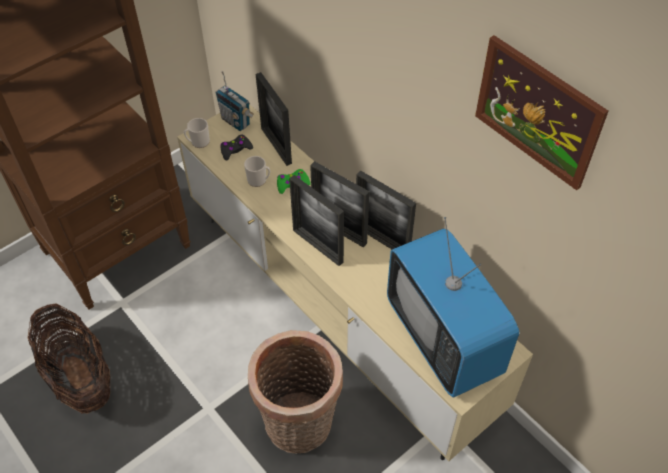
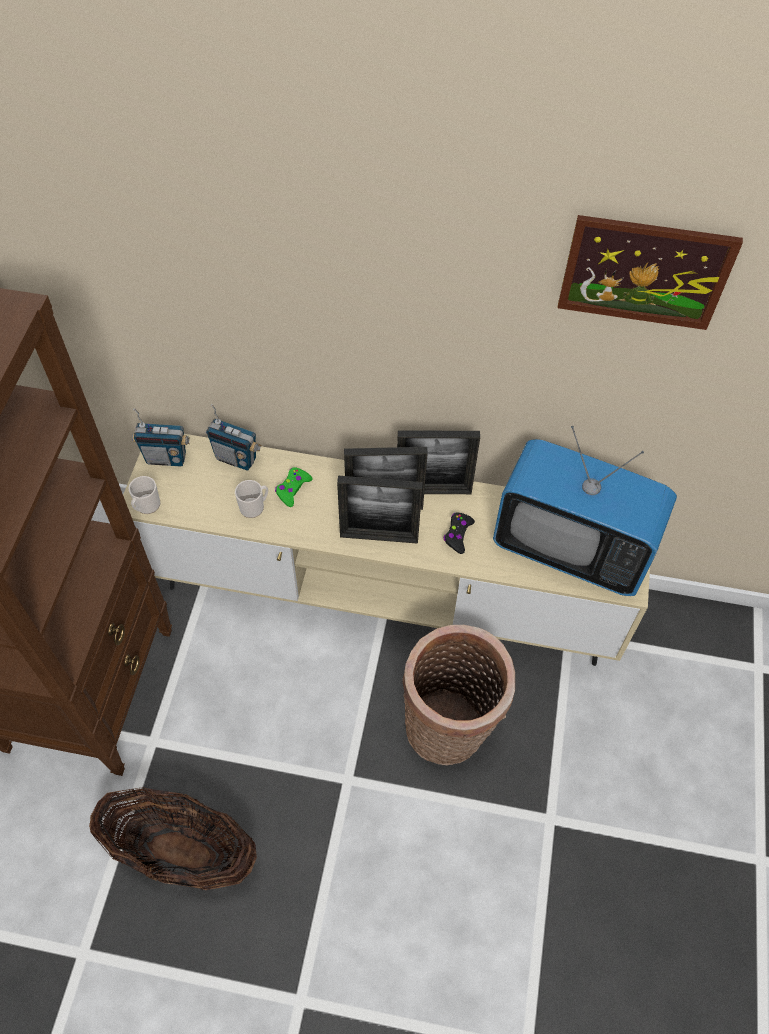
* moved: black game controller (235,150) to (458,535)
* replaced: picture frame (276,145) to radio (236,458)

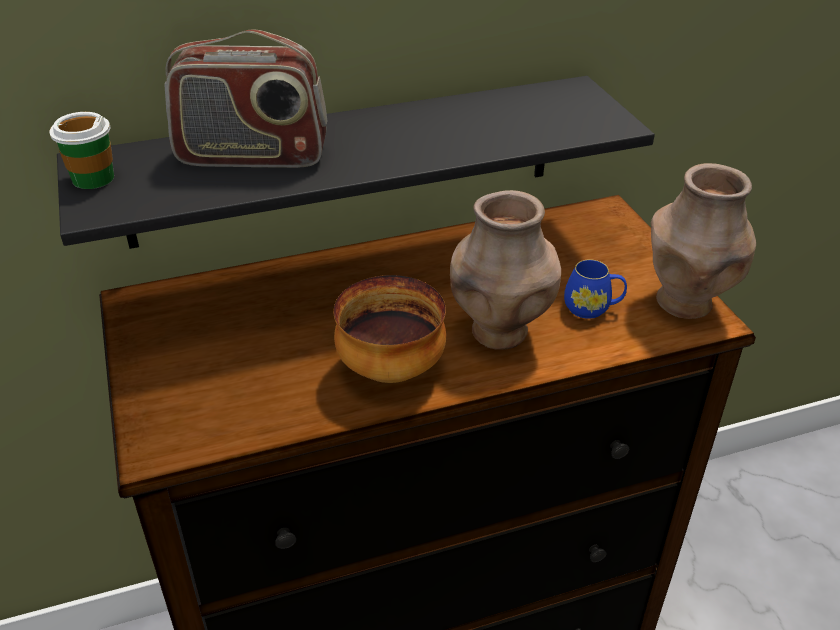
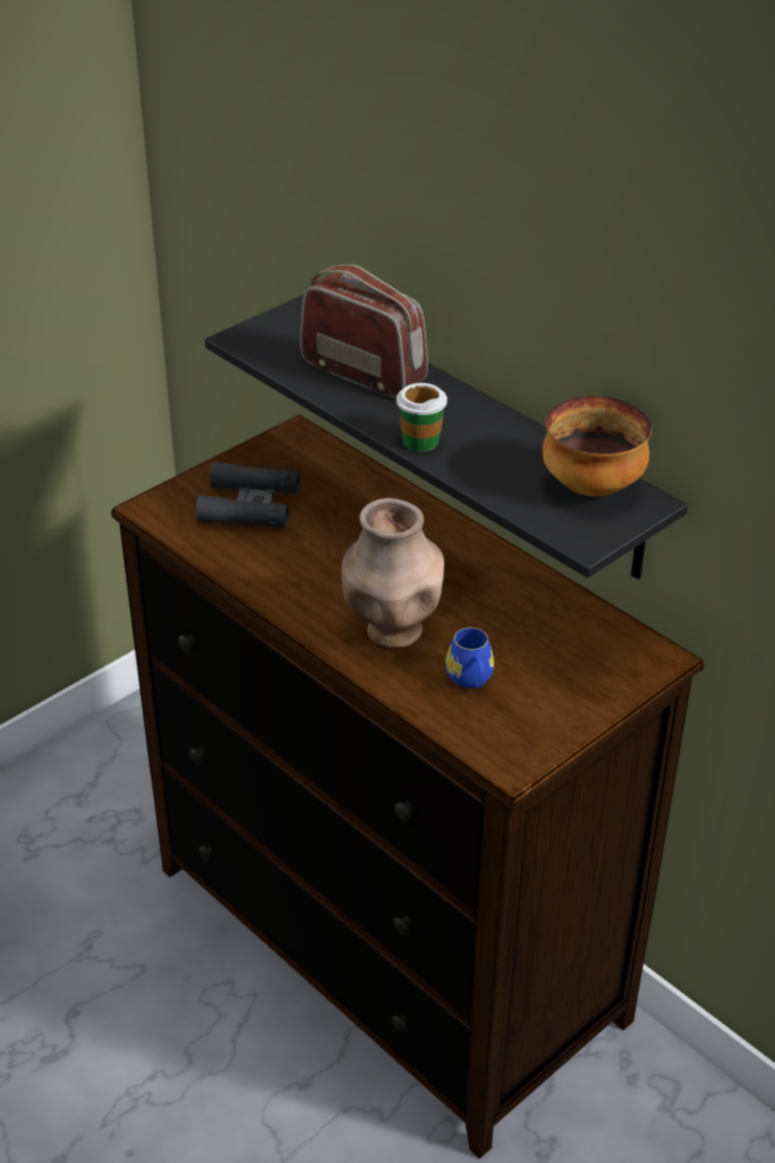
* moved: cup (93,178) to (420,440)
* turned: radio (252,156) = (364,373) 150 degrees clockwise
* moved: bowl (391,368) to (593,487)
* removed: brown vase (685,303)
* added: black binoculars (249,505)

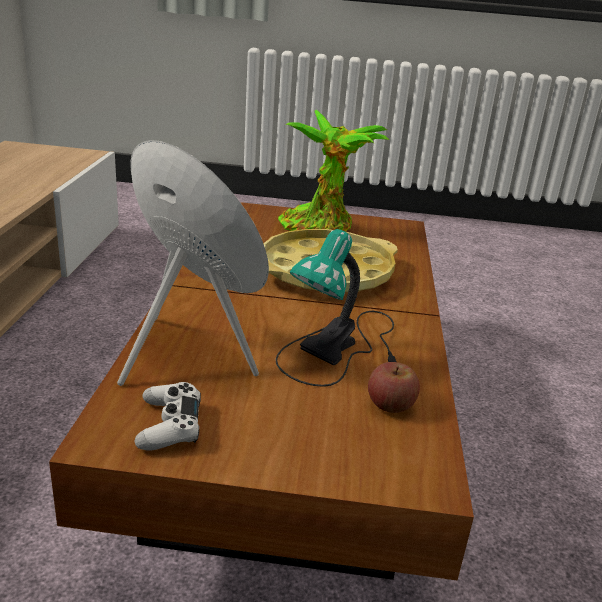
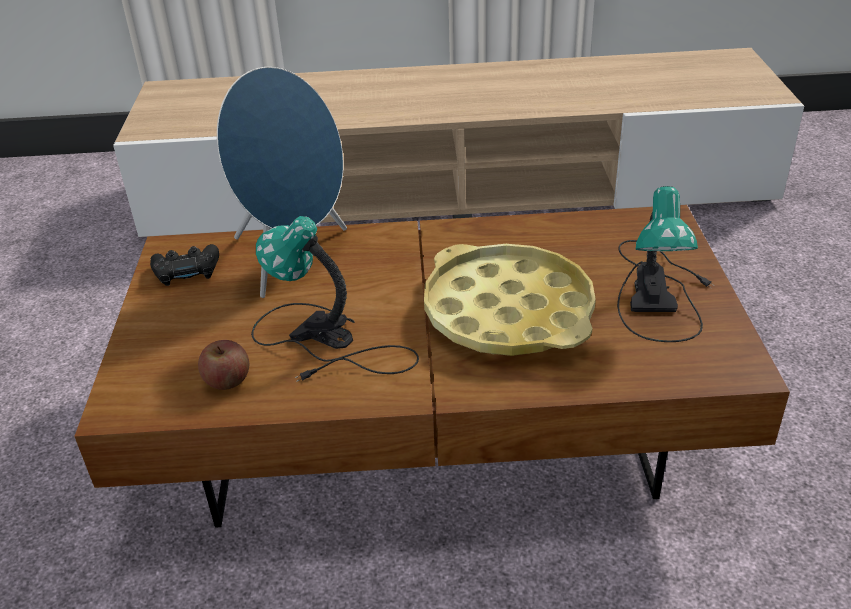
* recoloured: white game controller (169,425) to black game controller (187,270)
* replaced: potted plant (321,228) to table lamp (656,292)

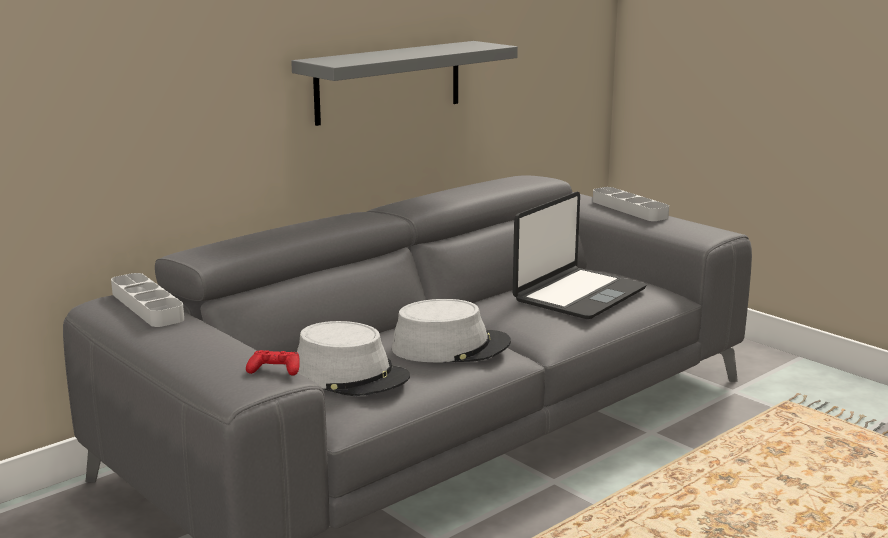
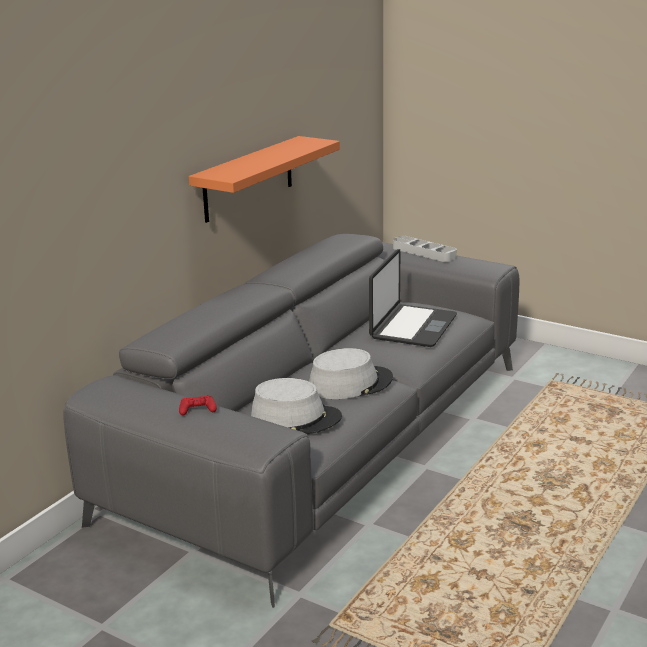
* removed: grey tray (147,306)
* moved: red game controller (275,369) to (197,409)
* recoloured: grey shelf (389,82) to orange shelf (248,179)

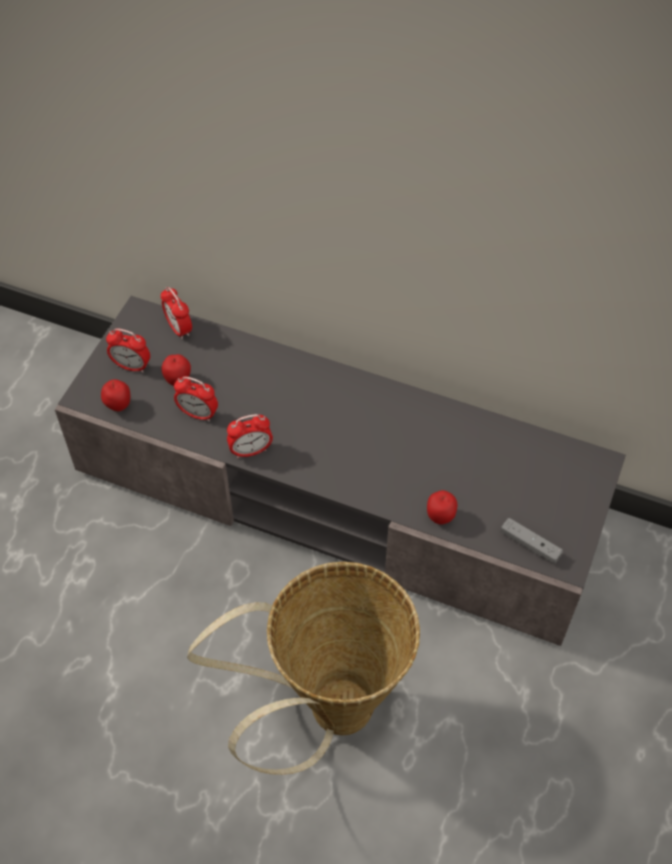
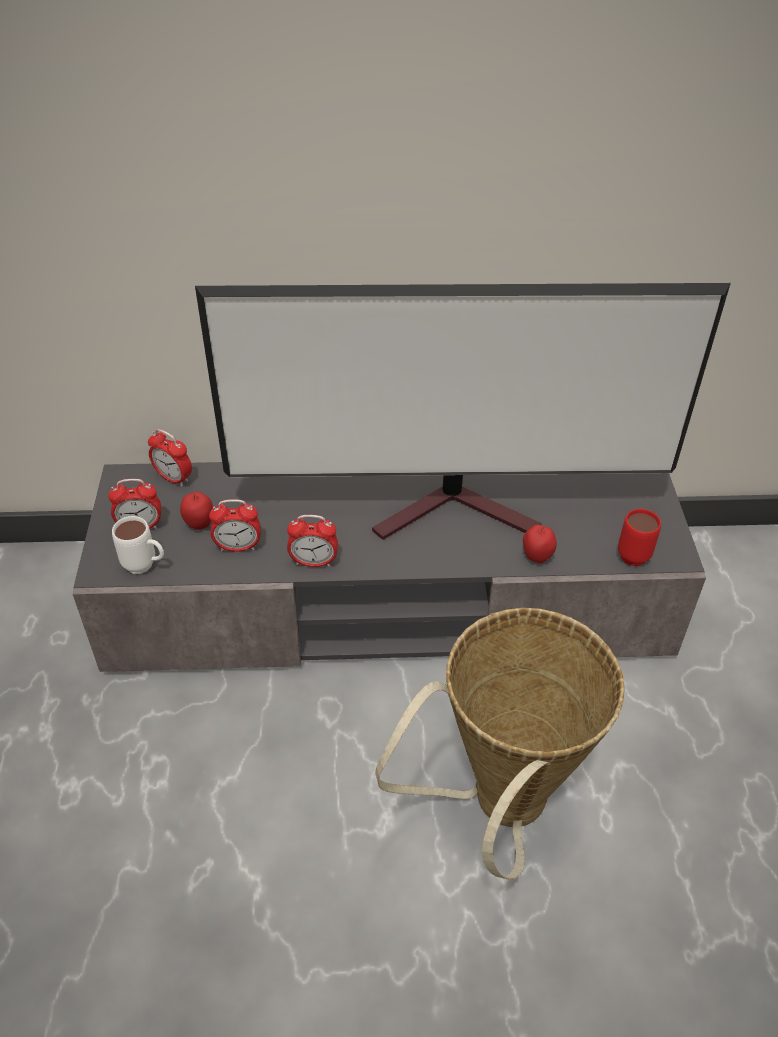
* replaced: apple (118,406) to white mug (146,567)
* turned: alarm clock (251,451) = (314,562) 45 degrees clockwise
* replaced: grey game controller (530,544) to red mug (633,552)
* added: television (459,510)

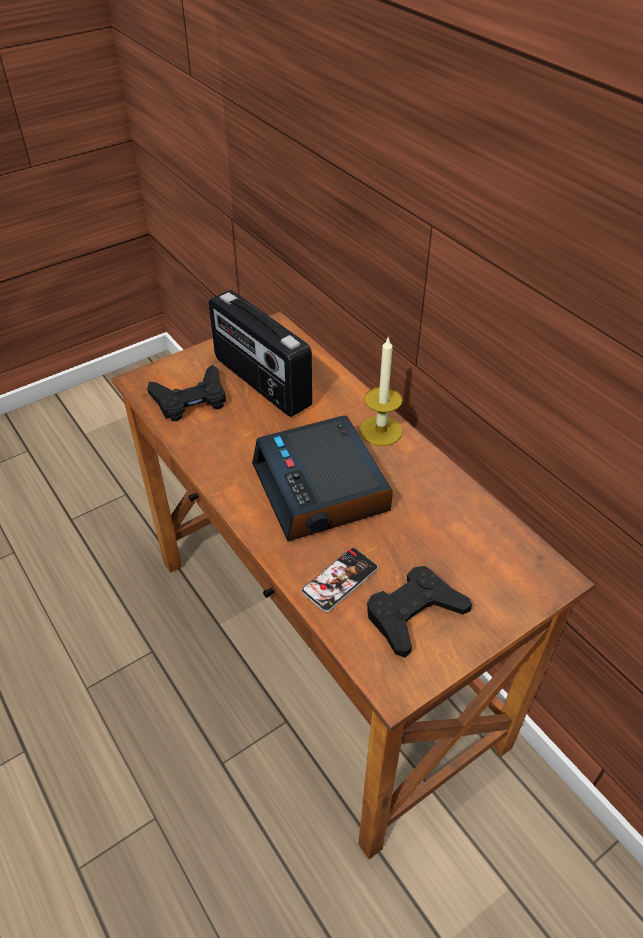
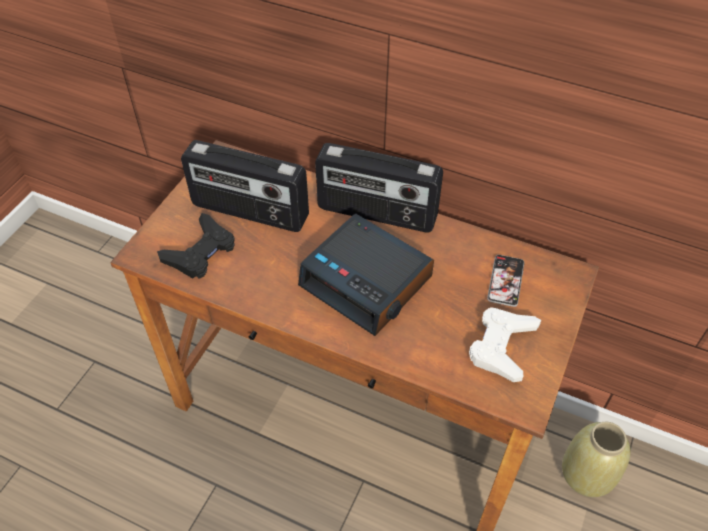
* moved: phone (340,580) to (505,281)
* replaced: candle (380,431) to radio (376,214)
* recoloured: black game controller (414,614) to white game controller (502,346)
* added: beige vase (587,475)

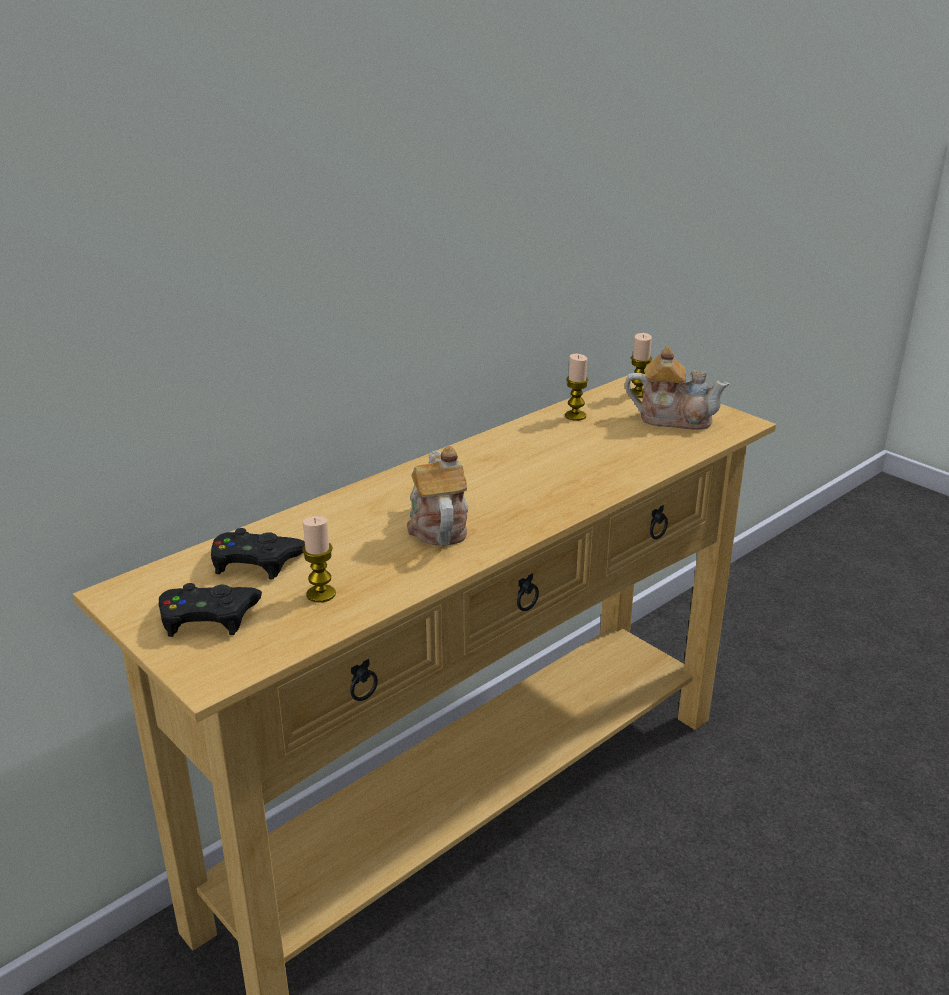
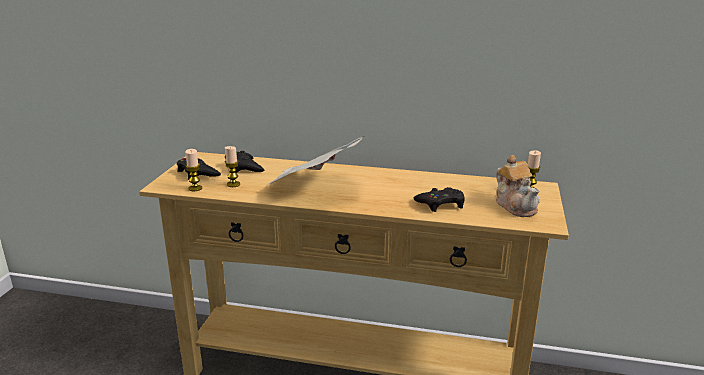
* replaced: teapot (437,526) to newspaper (313,187)
* moved: candle (575,416) to (195,188)
* added: black game controller (441,204)

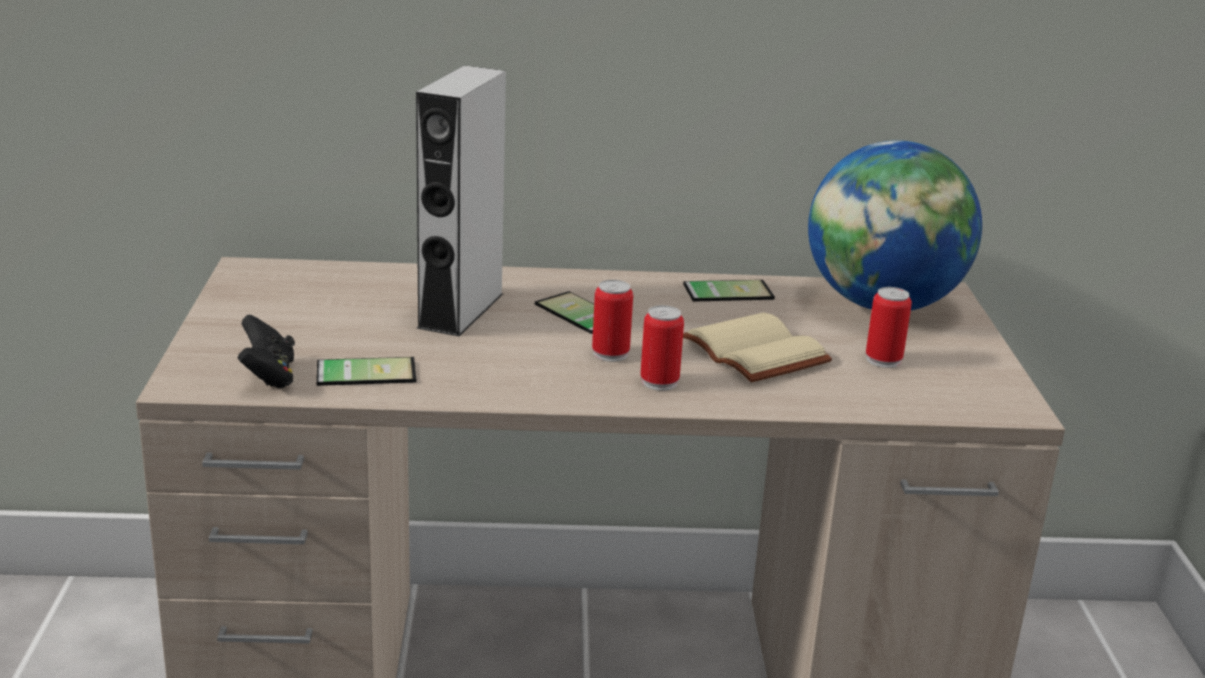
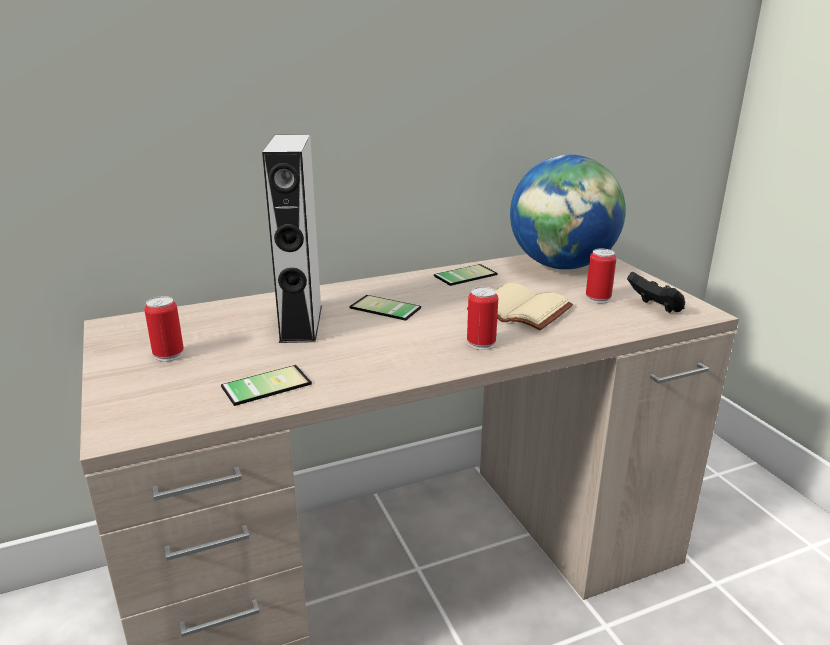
* moved: black game controller (268,376) to (655,308)
* moved: can (610,353) to (168,355)

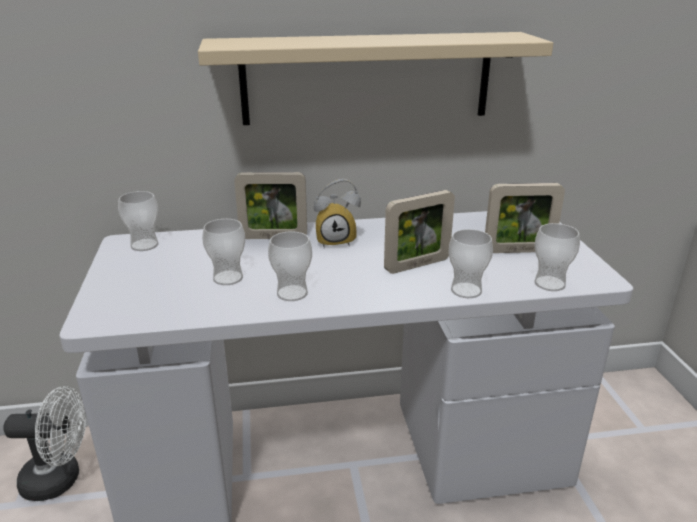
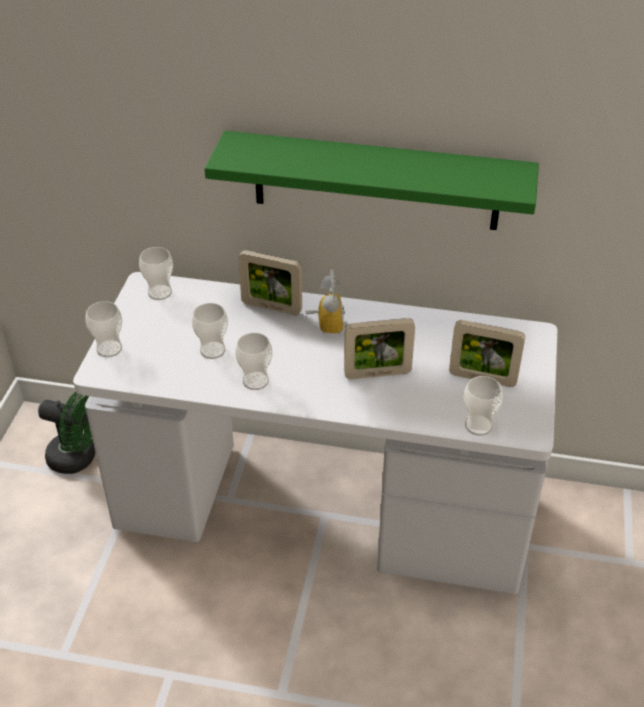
* recoloured: white fan (60,479) to green fan (79,458)
* recoloured: beige shelf (367,78) to green shelf (376,181)
* turned: alarm clock (336,241) = (324,325) 105 degrees counterclockwise
* moved: cup (466,290) to (109,349)

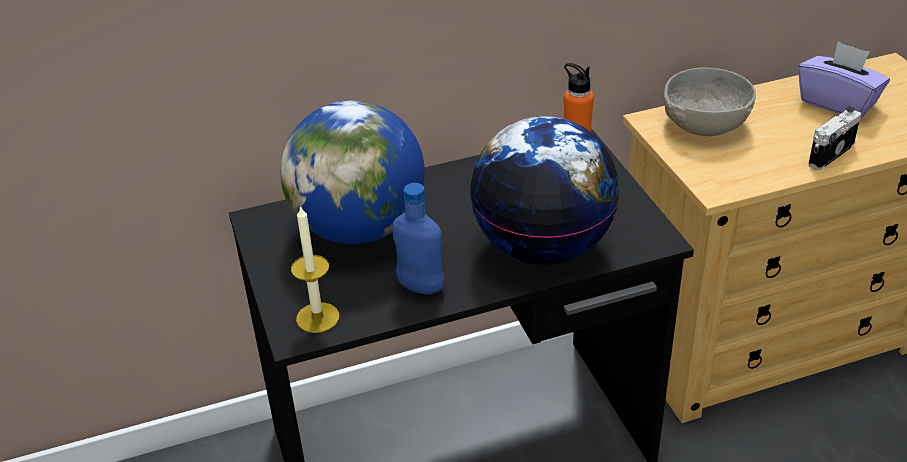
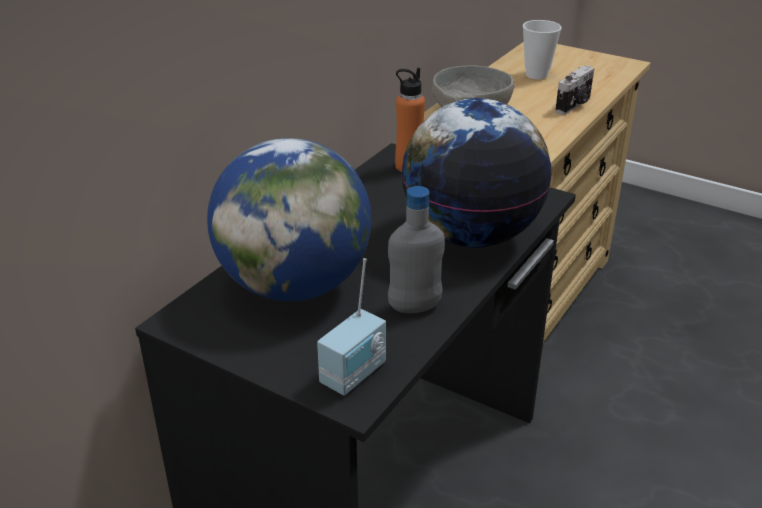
* replaced: candle (317,317) to radio (355,375)
* recoloured: blue bottle (420,287) to grey bottle (414,307)
* replaced: purple tissue box (838,103) to cup (536,75)
* turned: photo camera (829,153) = (574,105) 150 degrees counterclockwise

